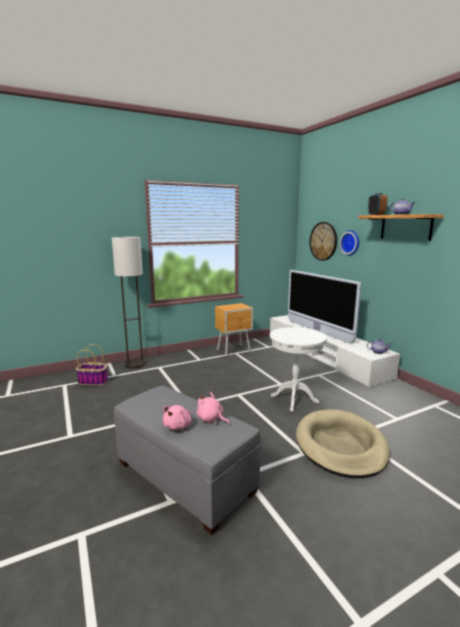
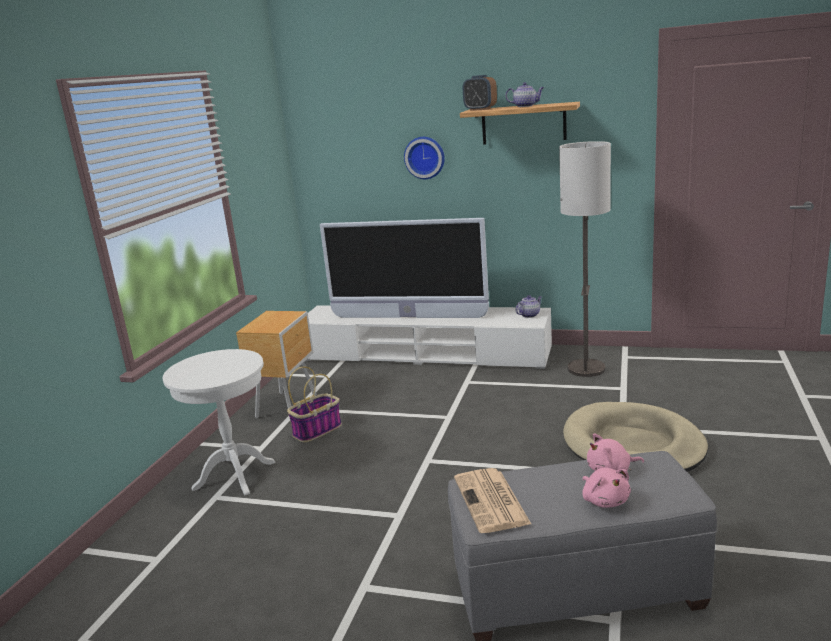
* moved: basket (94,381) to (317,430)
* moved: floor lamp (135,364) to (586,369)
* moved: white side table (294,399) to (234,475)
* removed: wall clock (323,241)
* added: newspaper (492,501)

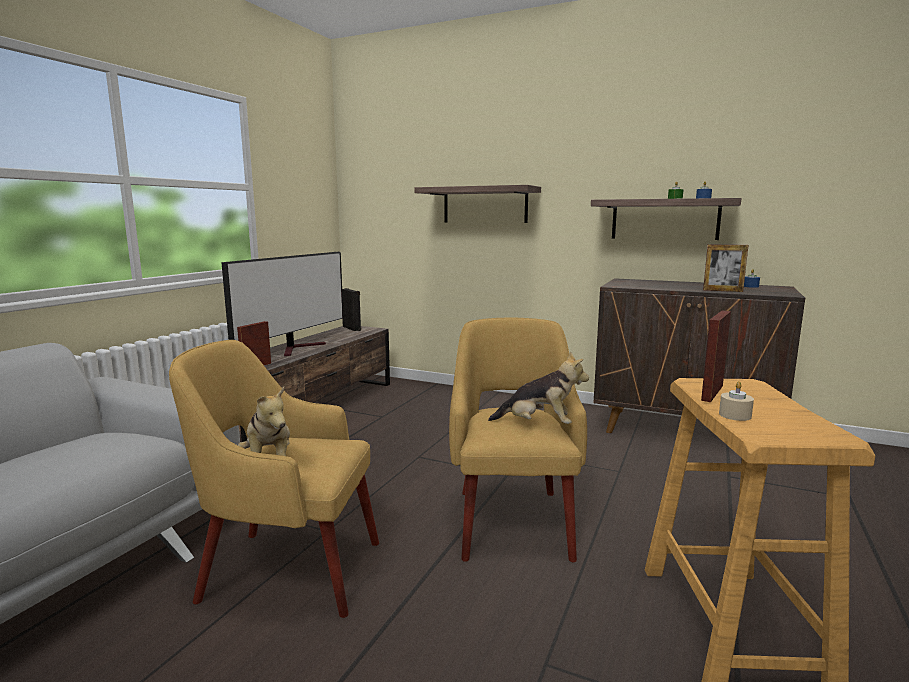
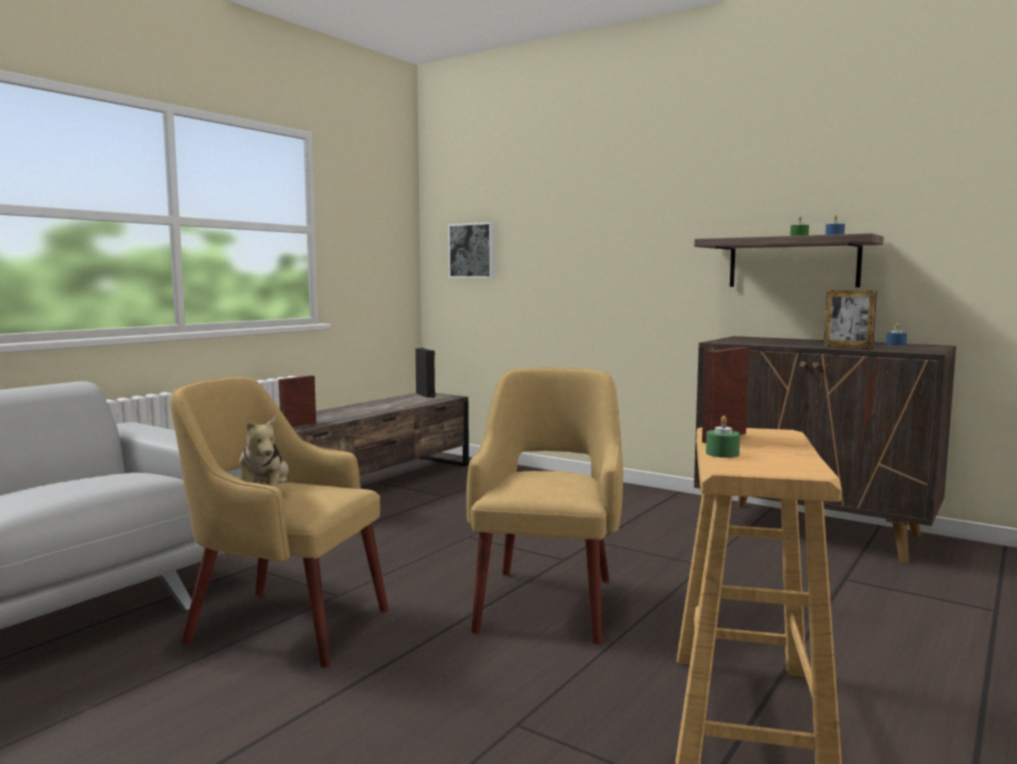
* removed: television (298,348)
* removed: shelf (485,205)
* removed: plush toy (539,425)
* recoloured: beige candle (735,415) to green candle (722,453)
* added: picture (473,250)

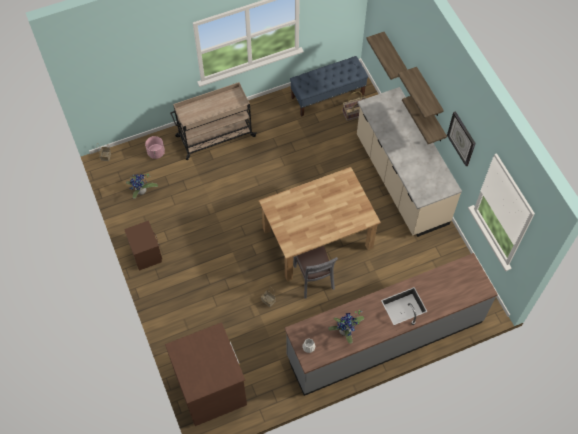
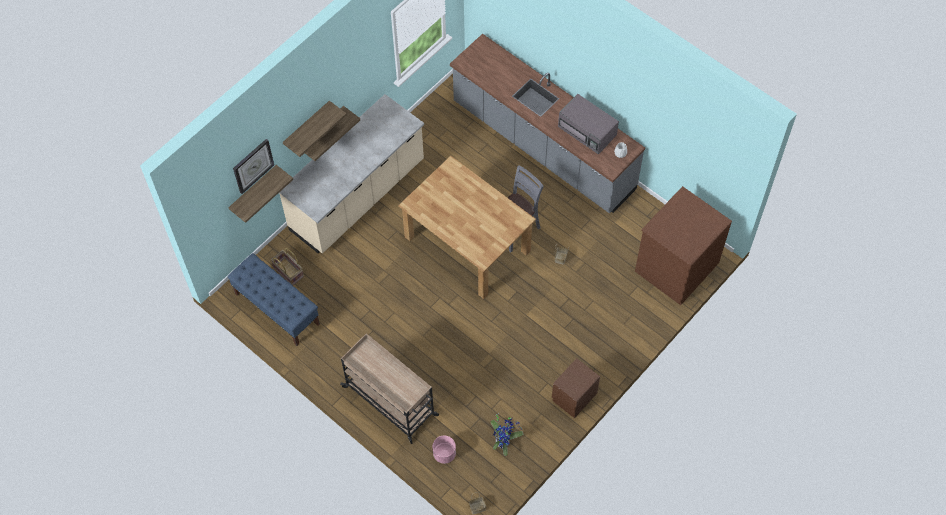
* replaced: potted plant (346,332) to grey microwave (588,131)
* moved: wall clock (461,138) to (253,165)

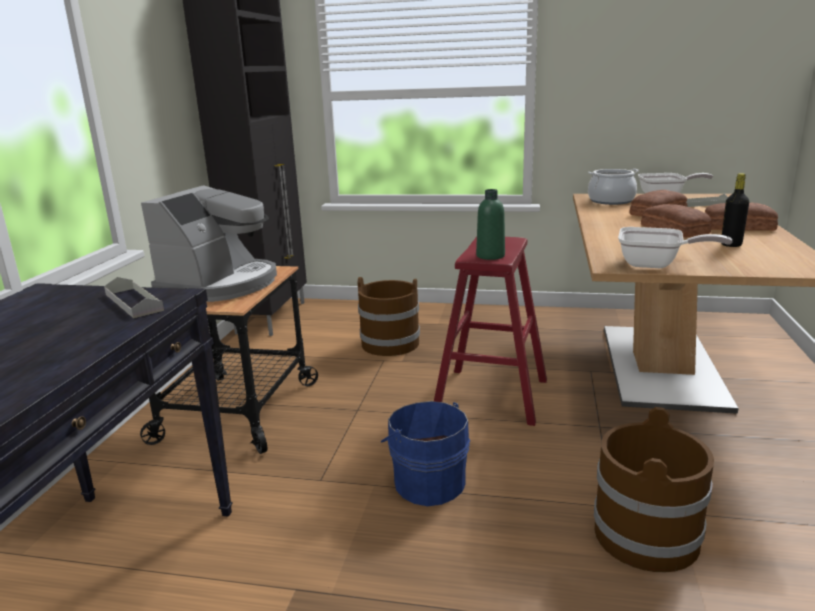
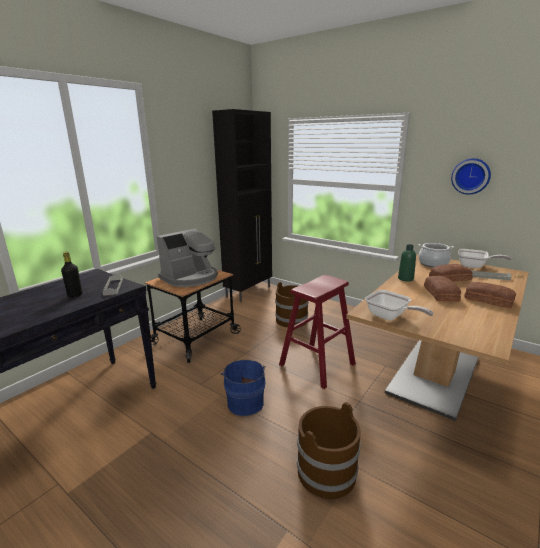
* moved: green bottle (490,256) to (405,279)
* moved: black bottle (731,245) to (75,295)
* added: wall clock (471,176)

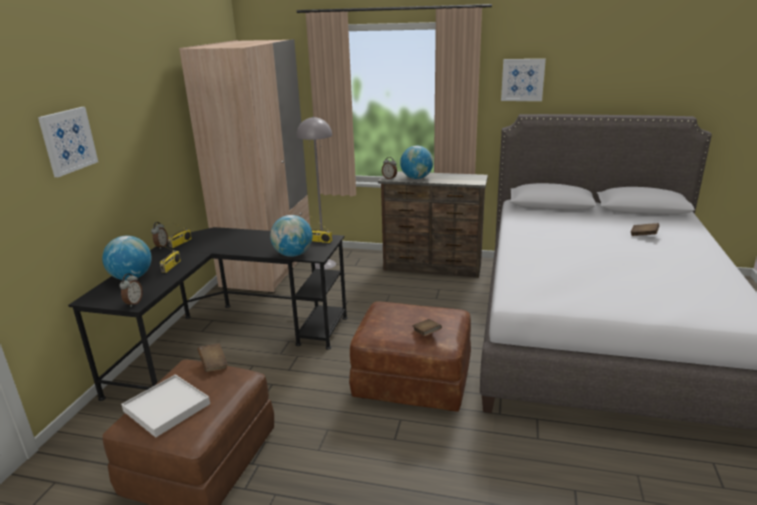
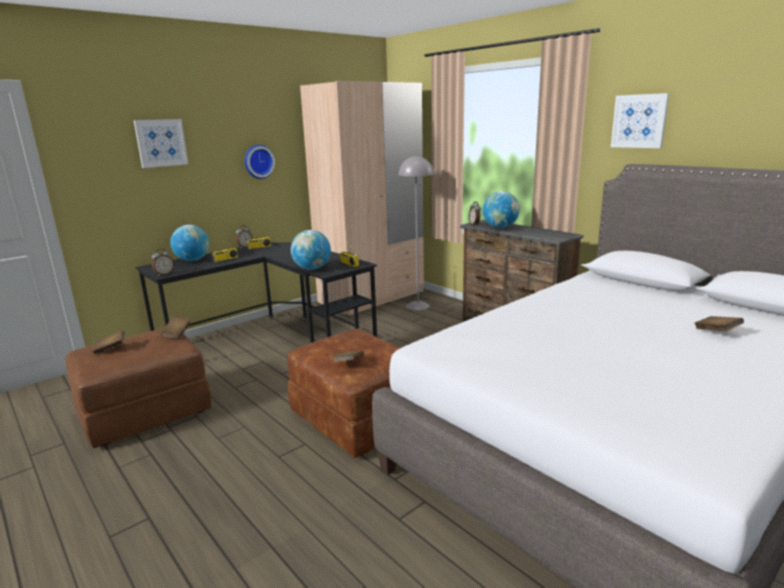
* replaced: white tray (167,407) to brown book (110,349)
* added: wall clock (258,161)

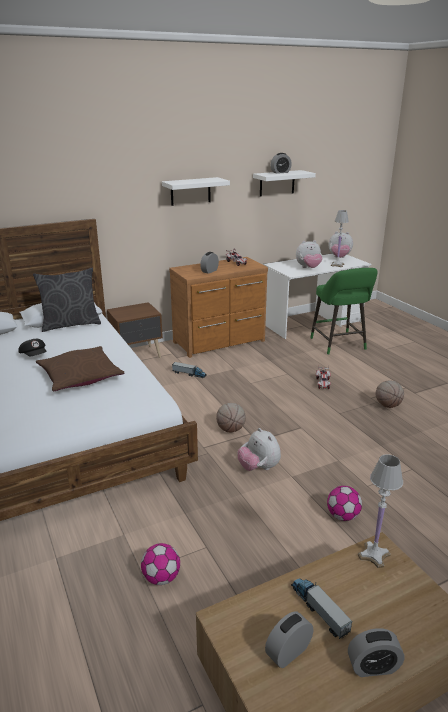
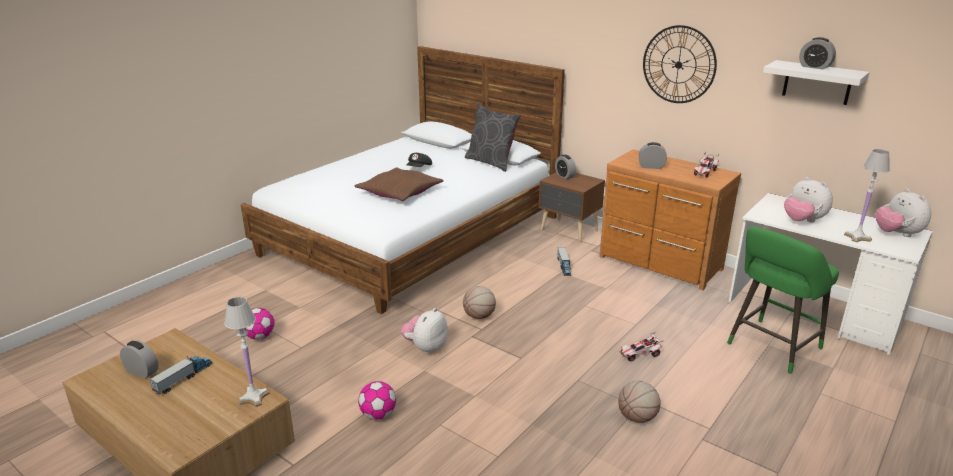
* replaced: white shelf (190,191) to wall clock (678,64)
* moved: alarm clock (373,666) to (564,176)

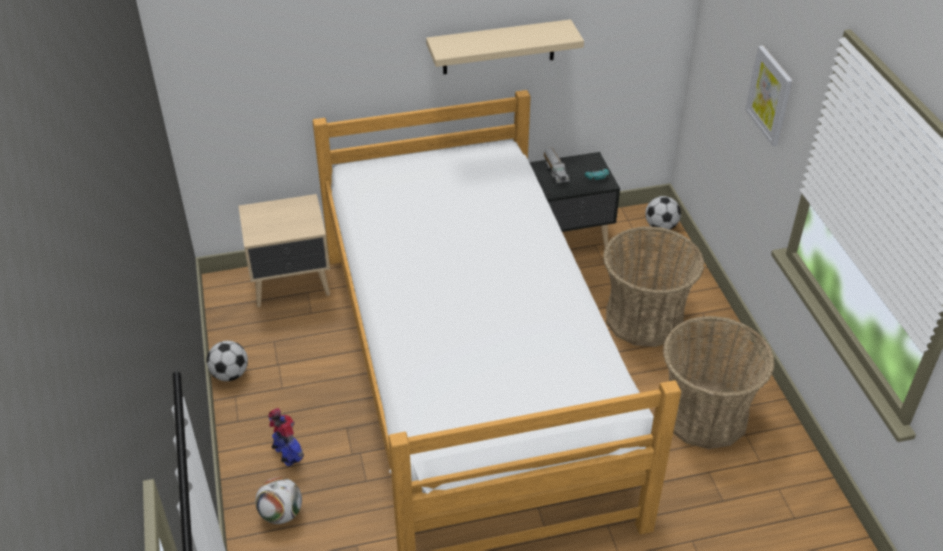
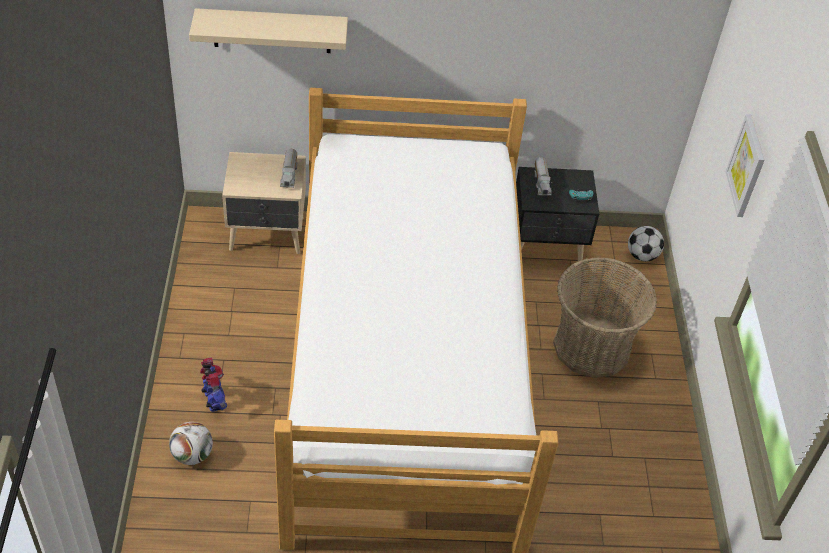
* removed: football (230,374)
* moved: beige shelf (499,47) to (272,31)
* removed: basket (705,415)
* added: toy truck (289,175)

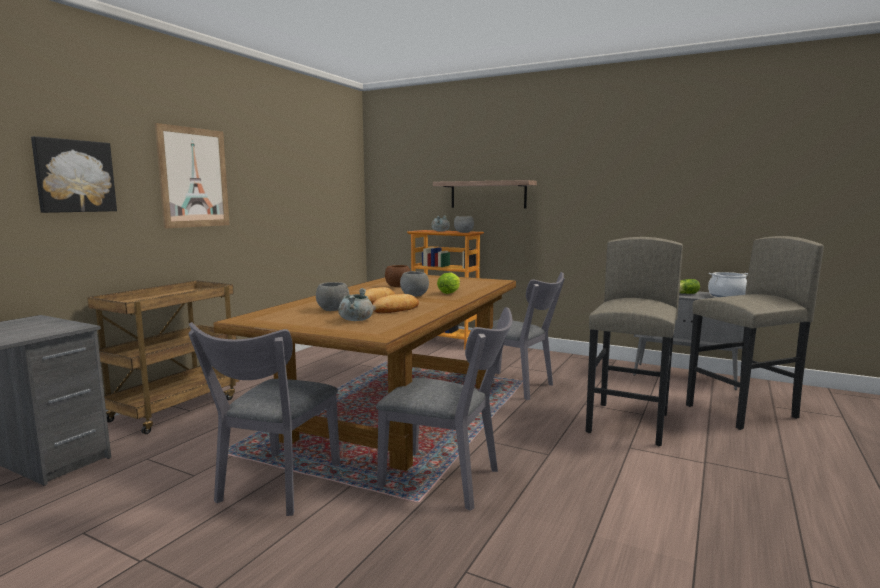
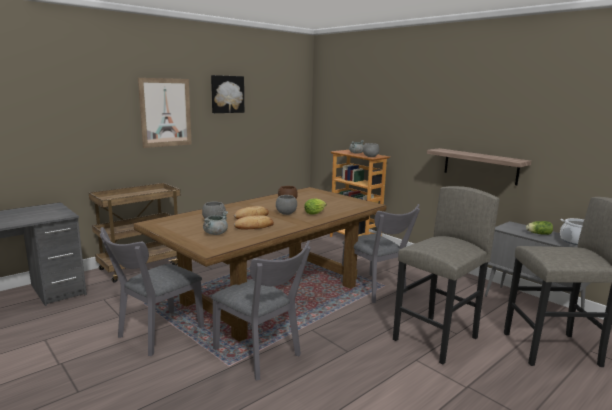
* moved: picture (74,176) to (227,94)
* moved: shelf (488,194) to (480,166)

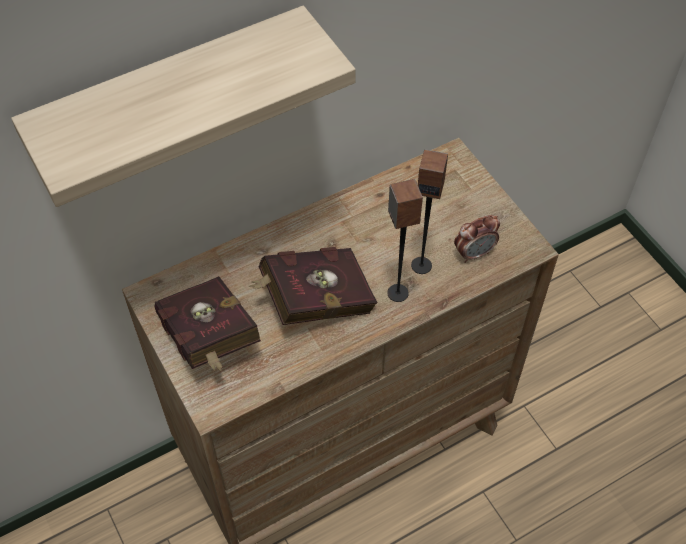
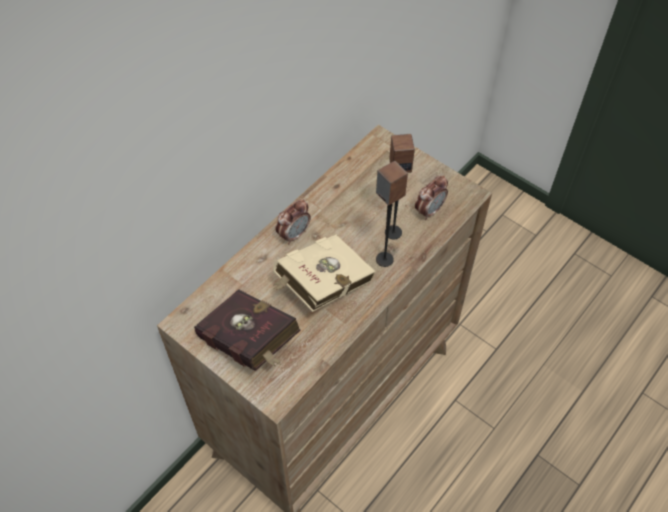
* removed: shelf (172,100)
* recoloured: red book (313,301) to beige book (320,286)
* added: alarm clock (294,234)

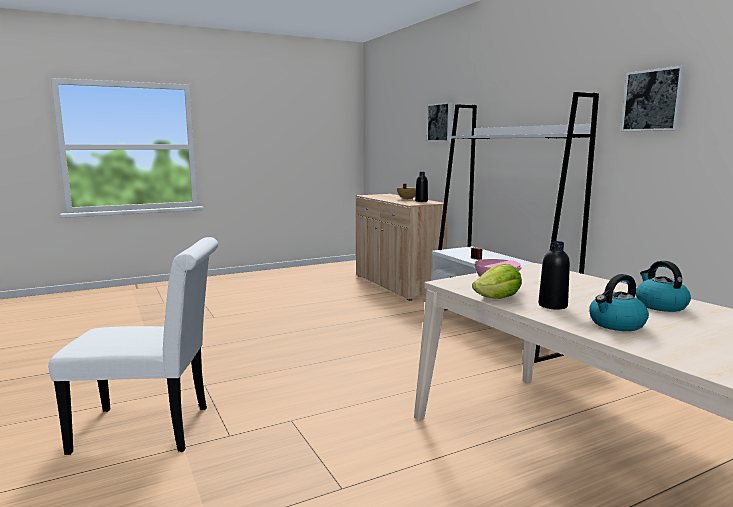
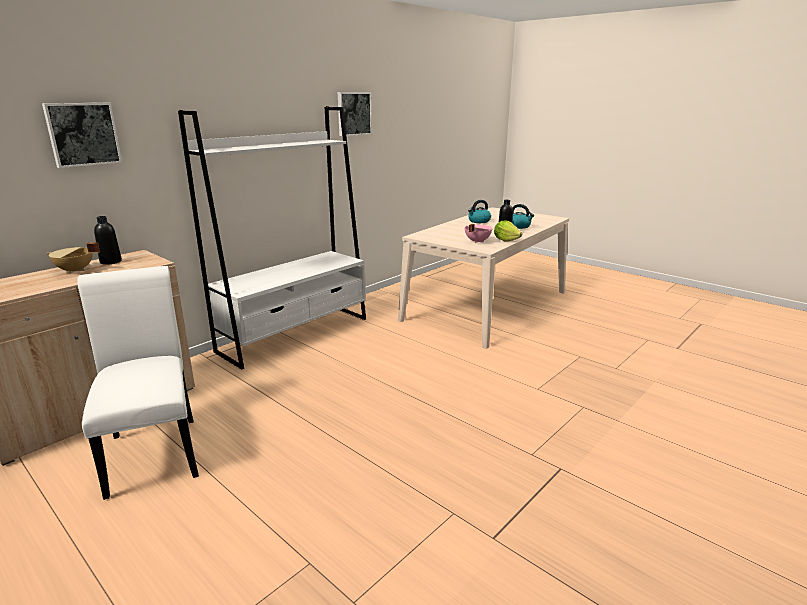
* moved: white chair (152,429) to (154,450)

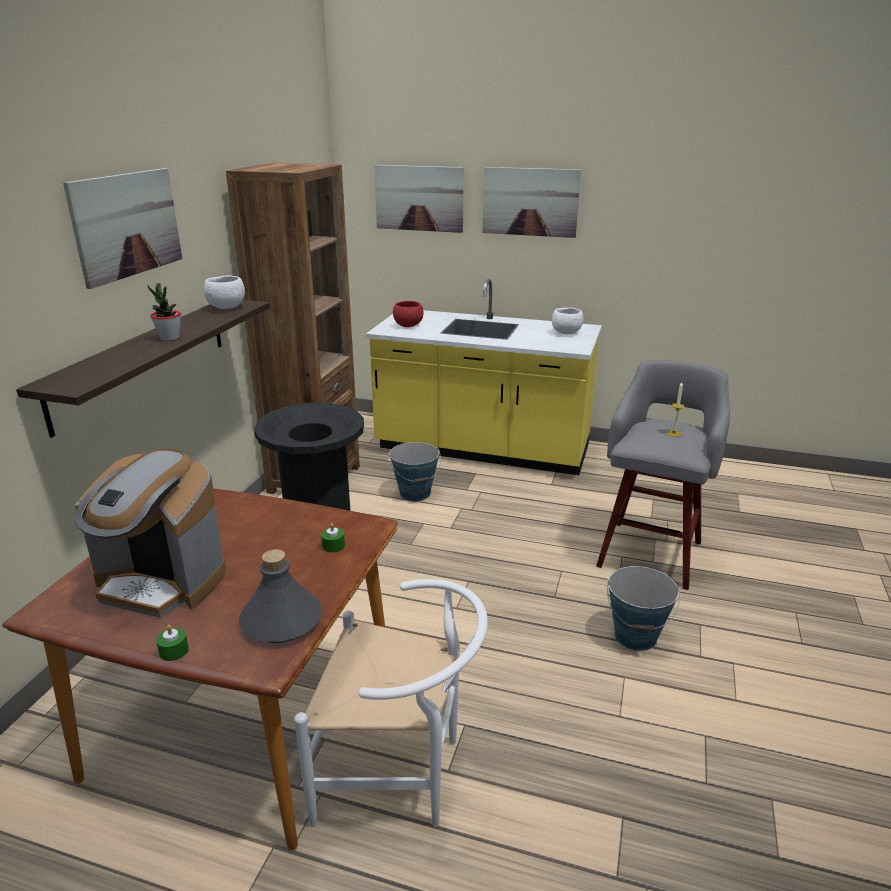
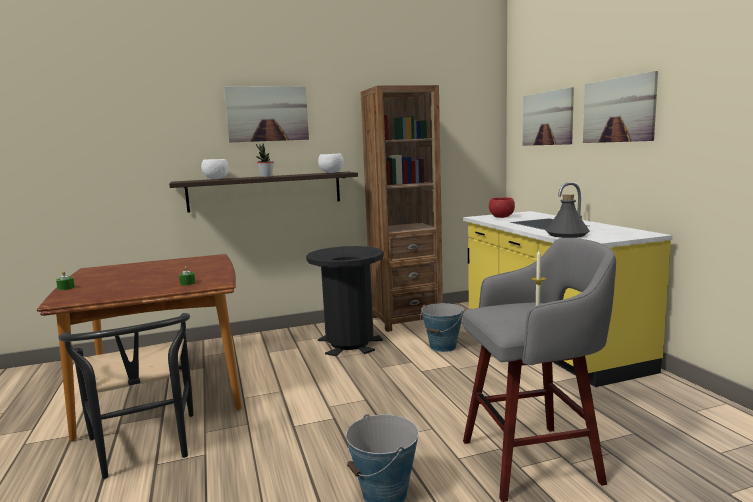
* removed: coffee machine (161,582)
* moved: grey bottle (282,621) to (567,235)
* recoloured: white chair (401,774) to black chair (145,449)
* moved: white bowl (566,333) to (216,179)

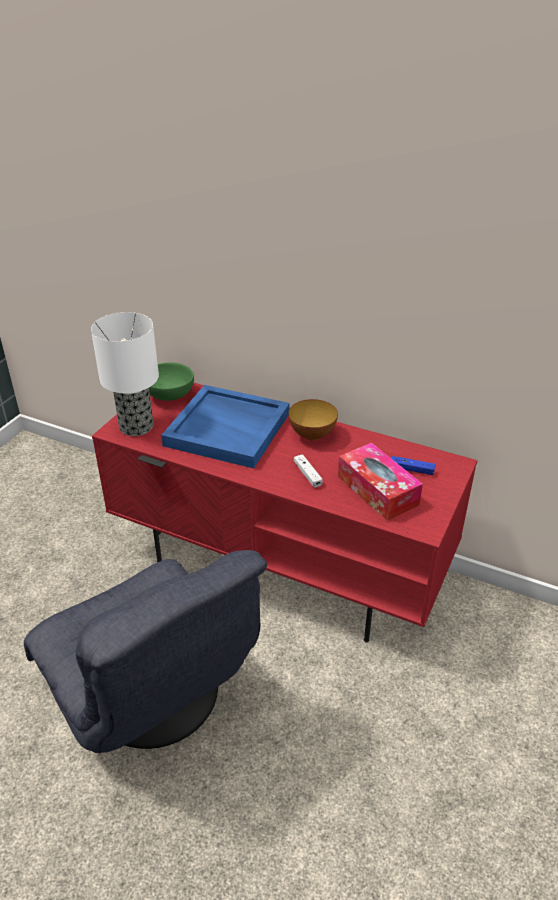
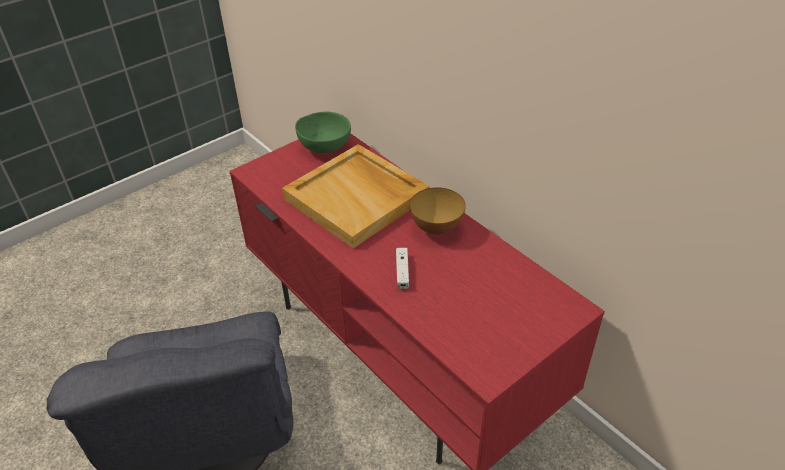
* removed: table lamp (135,427)
* recoloured: blue tray (229,429) to beige tray (357,198)
* removed: tissue box (377,490)
* removed: blue game controller (411,469)

